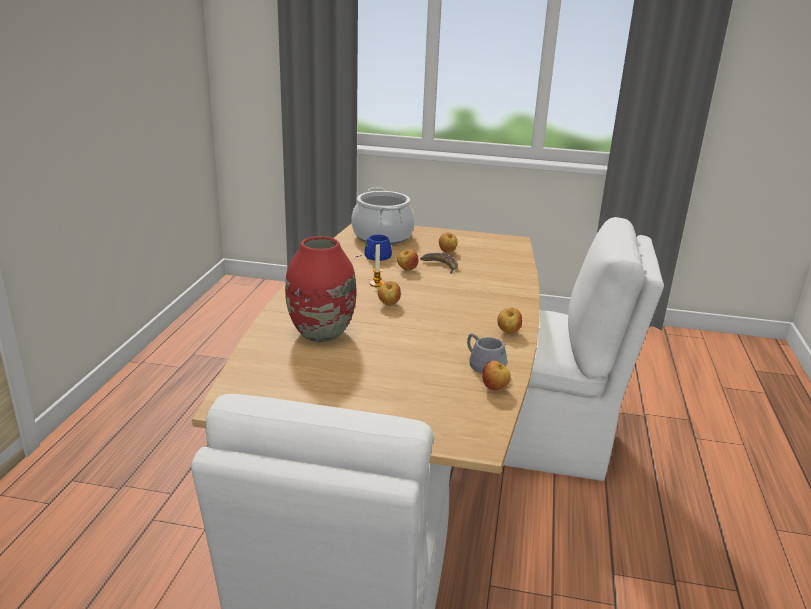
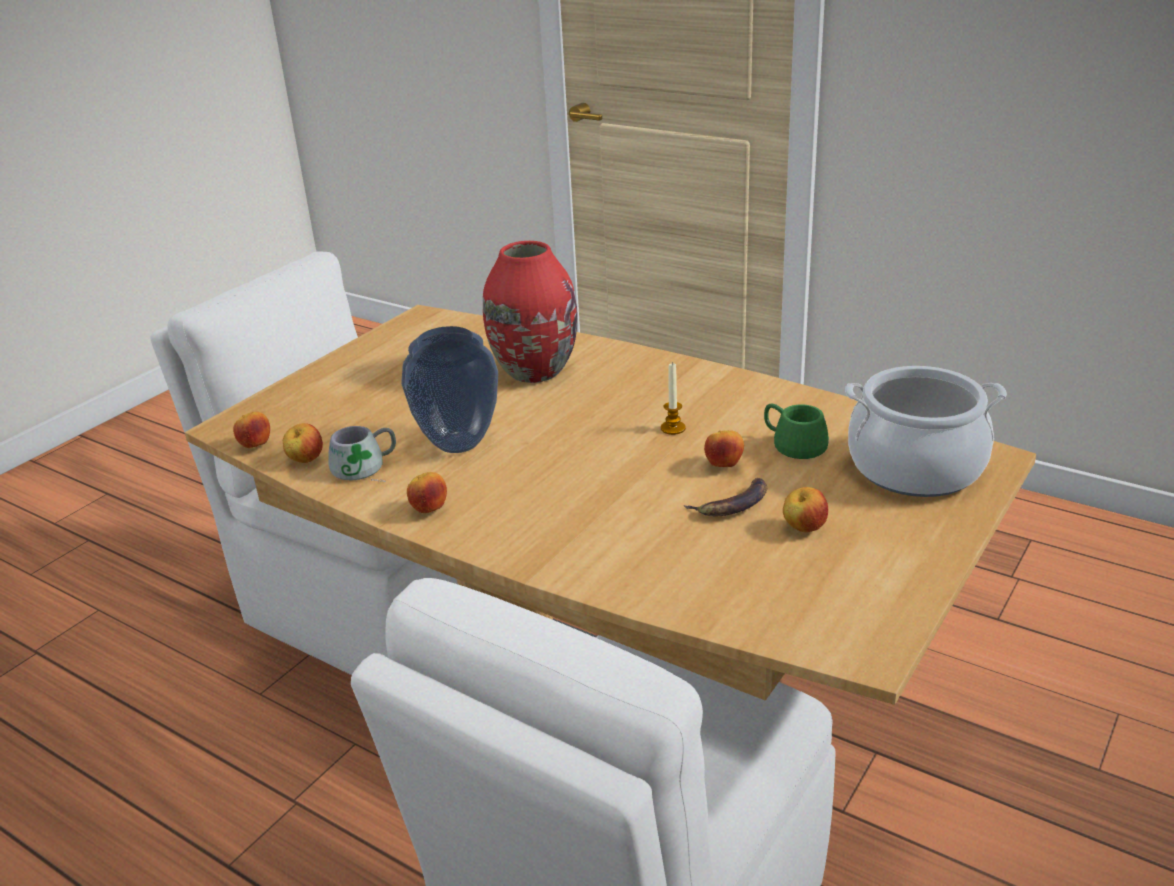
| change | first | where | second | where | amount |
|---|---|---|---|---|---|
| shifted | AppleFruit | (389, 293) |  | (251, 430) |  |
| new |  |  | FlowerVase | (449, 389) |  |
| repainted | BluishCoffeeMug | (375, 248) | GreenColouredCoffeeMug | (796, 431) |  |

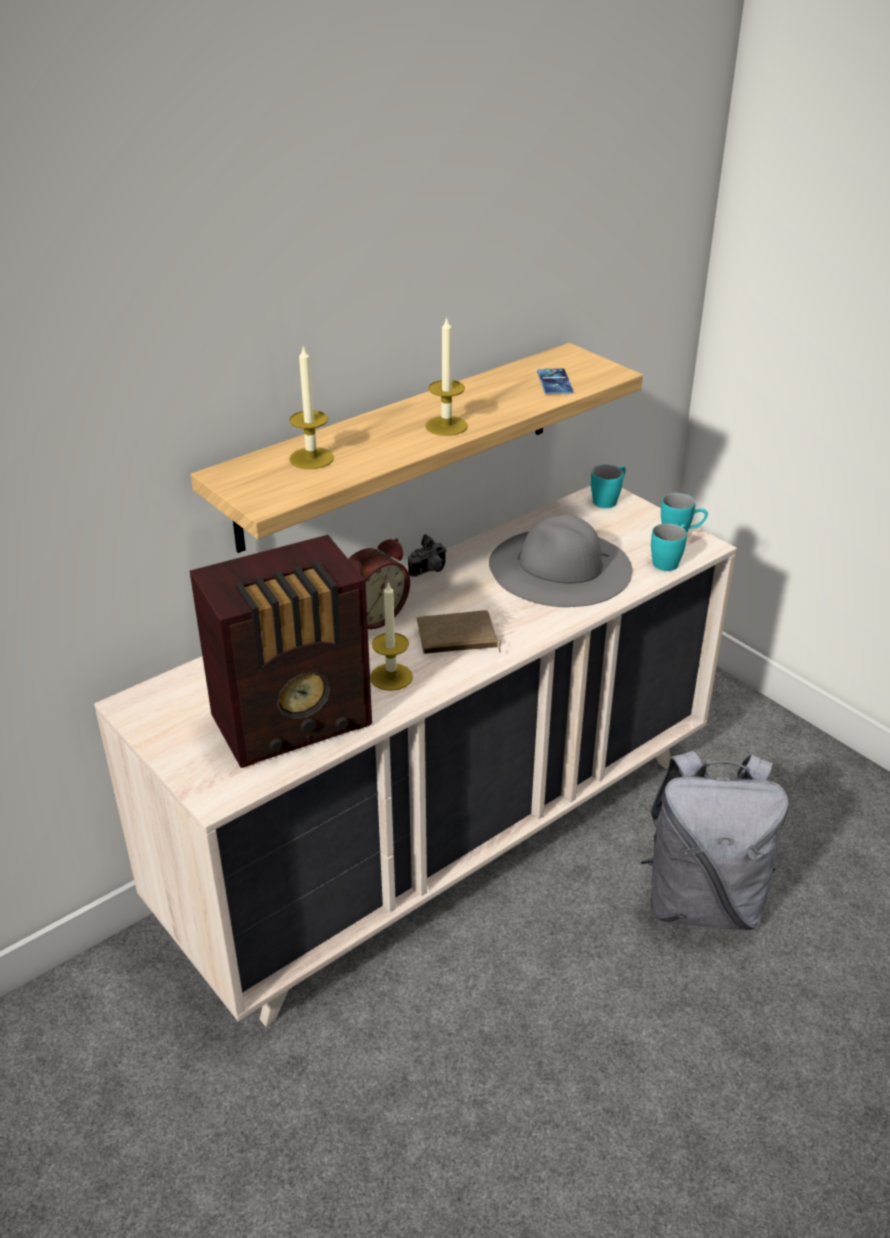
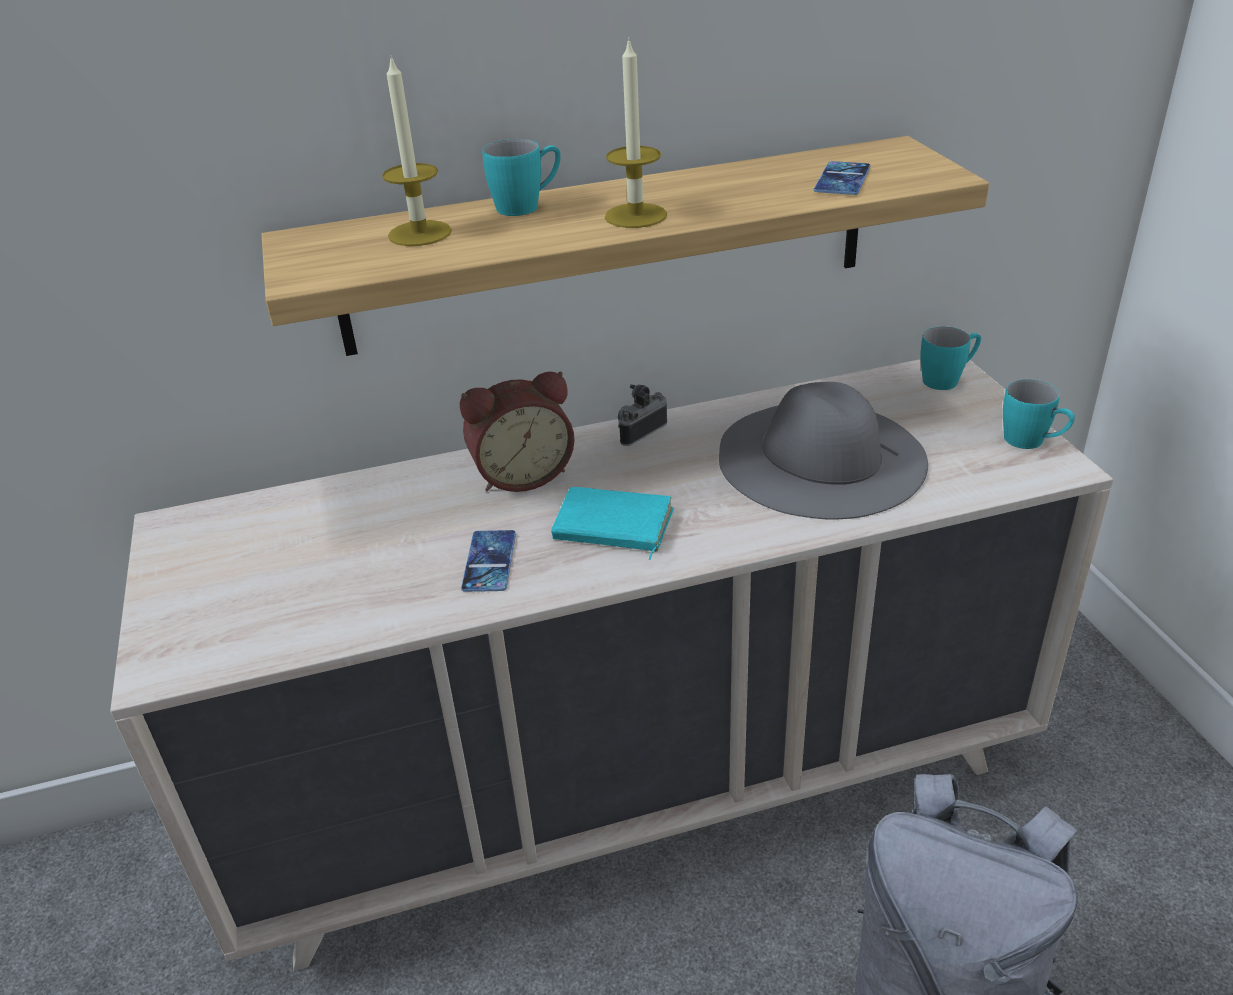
| change | first | where | second | where | amount |
|---|---|---|---|---|---|
| swapped | WaxCandle | (391, 636) | Handset | (488, 561) |  |
| shifted | TurquoiseCoffeeMug | (669, 547) |  | (521, 177) |  |
| repainted | BrownColouredVolume | (458, 632) | TurquoiseVolume | (612, 523) |  |
| rotated | PhotoCamera | (427, 555) |  | (642, 415) | 150 degrees clockwise |
| gone | RadioReceiver | (281, 651) |  |  |  |

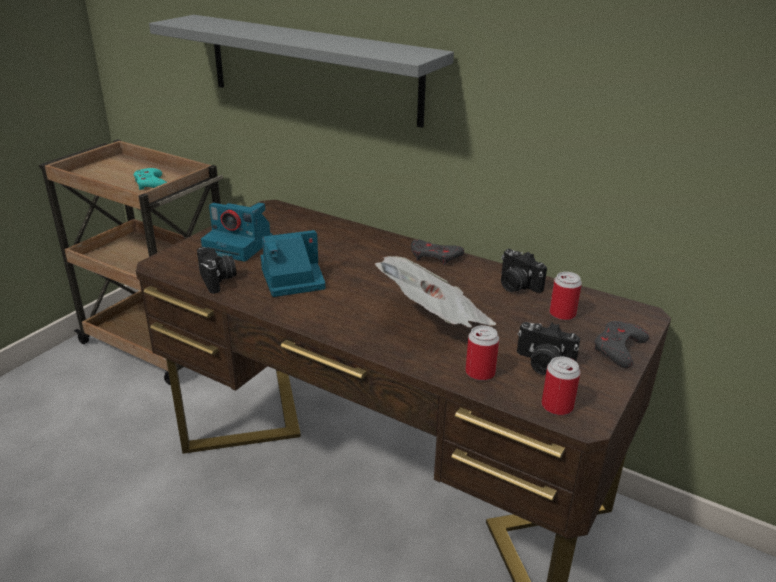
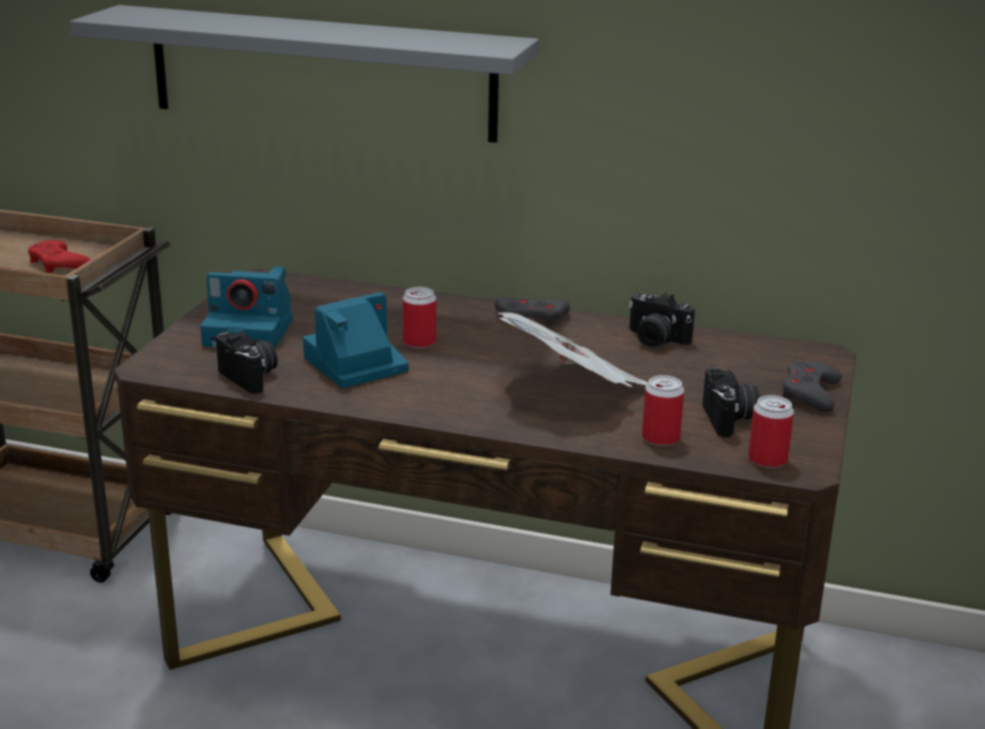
| change | first | where | second | where | amount |
|---|---|---|---|---|---|
| repainted | TurquoiseGamepad | (150, 179) | RedGamepad | (59, 256) |  |
| shifted | MetalCan | (566, 296) |  | (419, 317) |  |
| rotated | PhotoCamera | (548, 348) |  | (731, 401) | 105 degrees counterclockwise |

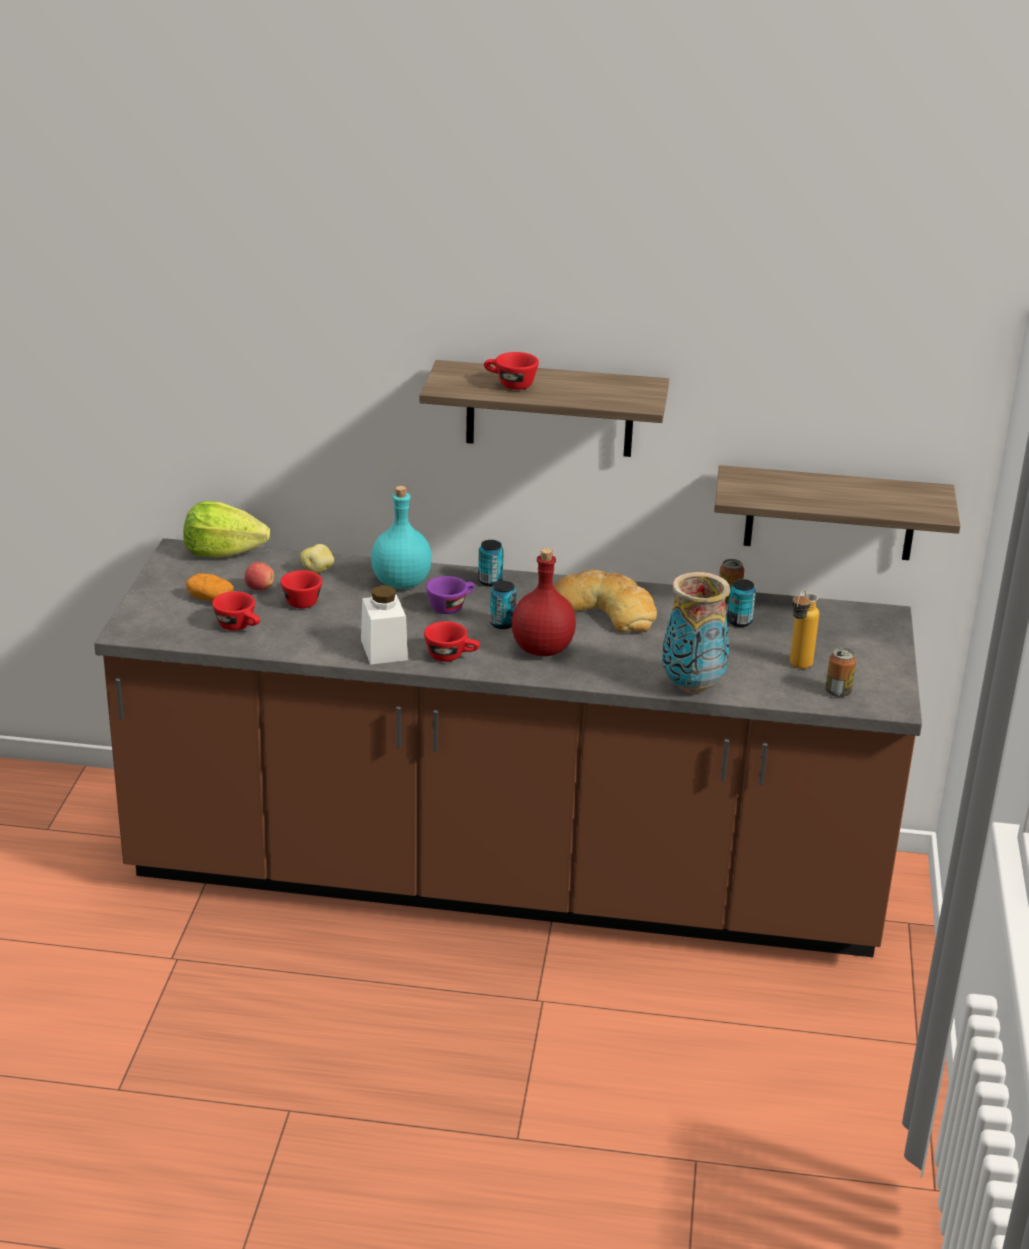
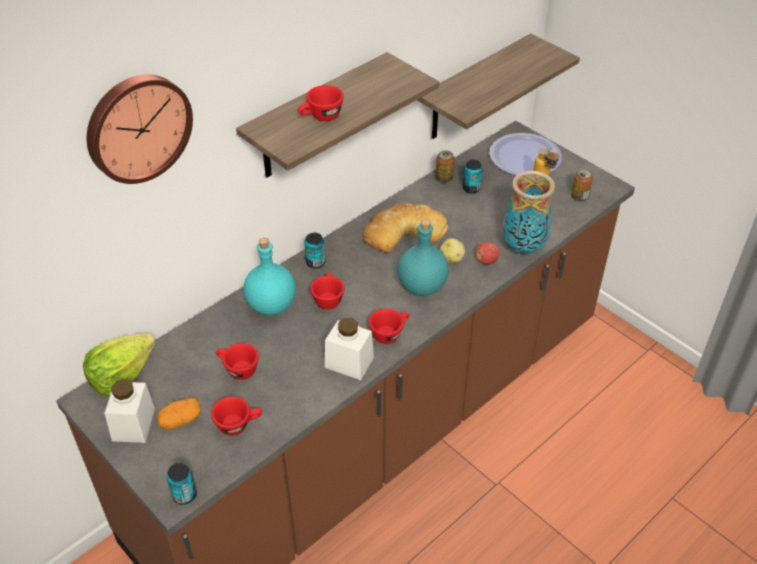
| change | first | where | second | where | amount |
|---|---|---|---|---|---|
| new |  |  | HangingClock | (140, 129) |  |
| new |  |  | WhitePreserveJar | (129, 411) |  |
| shifted | MetalCan | (503, 605) |  | (182, 484) |  |
| repainted | PurpleSmallCup | (450, 595) | RedSmallCup | (327, 290) |  |
| repainted | RedDrinkBottle | (543, 602) | TurquoiseDrinkBottle | (423, 257) |  |
| shifted | WholePotato | (317, 558) |  | (452, 250) |  |
| shifted | AppleFruit | (259, 576) |  | (488, 253) |  |
| new |  |  | Plate | (525, 154) |  |

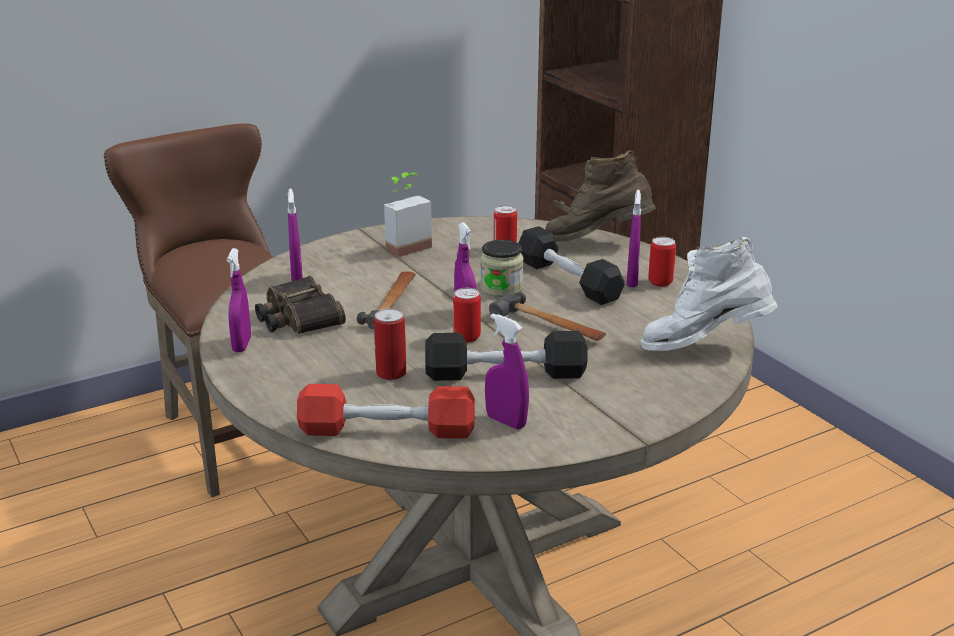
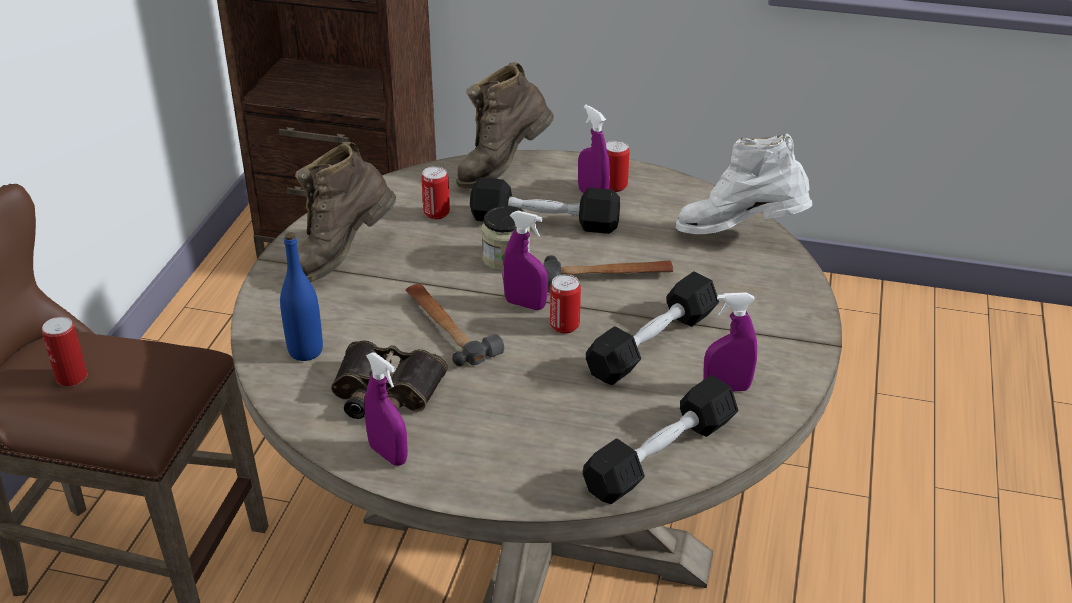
| change | first | where | second | where | amount |
|---|---|---|---|---|---|
| shifted | MetalCan | (390, 344) |  | (64, 351) |  |
| swapped | PurpleSprayer | (295, 234) | BluishDrinkBottle | (301, 297) |  |
| swapped | Houseplant | (408, 215) | BrownColouredBoot | (345, 212) |  |
| repainted | RedHandWeight | (386, 411) | BlackHandWeight | (660, 439) |  |
| rotated | WhiteBoot | (709, 293) |  | (744, 183) | 60 degrees clockwise |

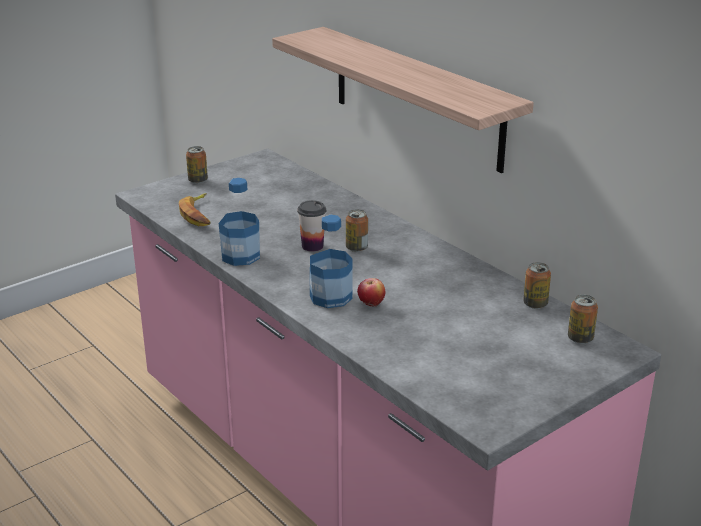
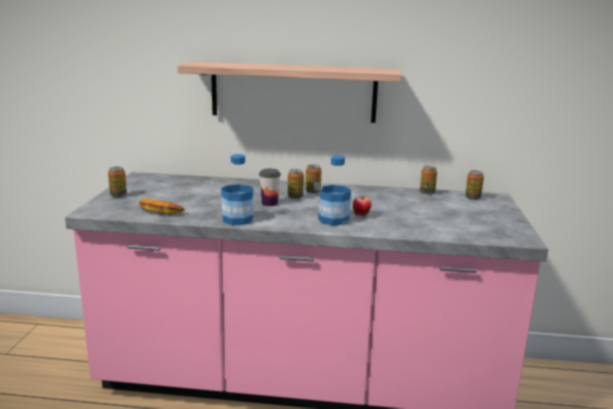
| change | first | where | second | where | amount |
|---|---|---|---|---|---|
| new |  |  | MetalCan | (313, 179) |  |

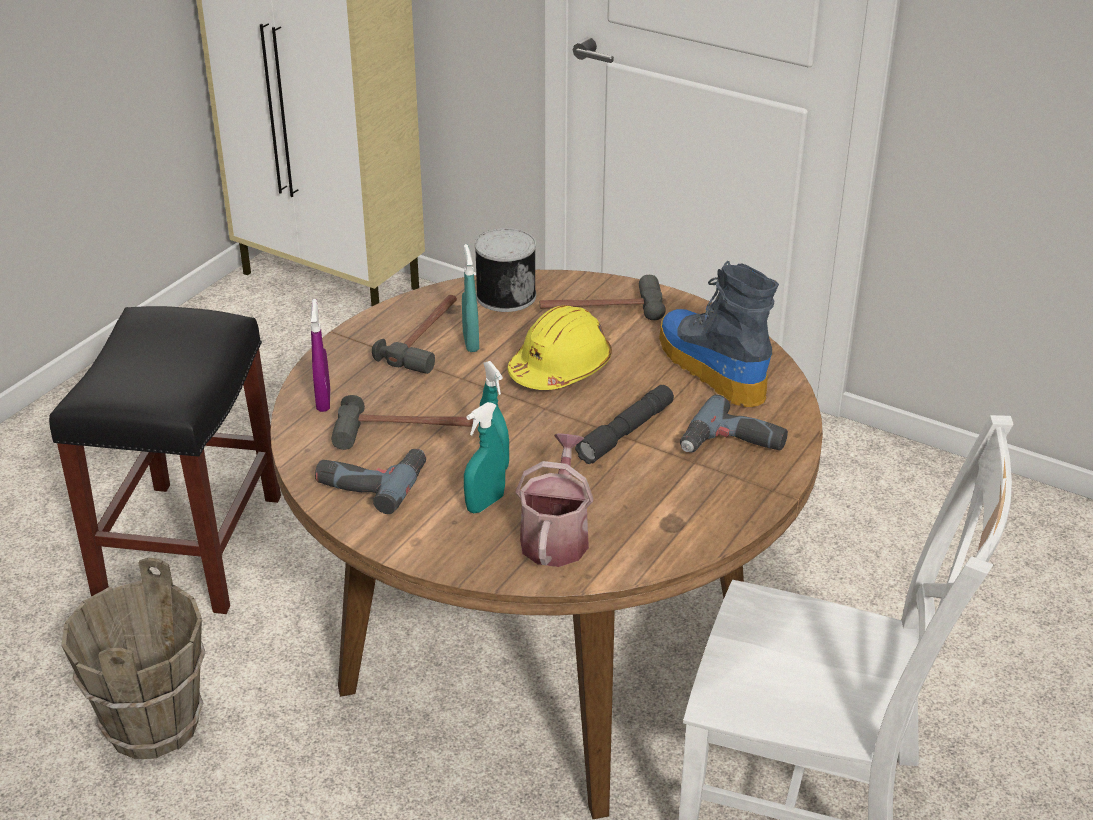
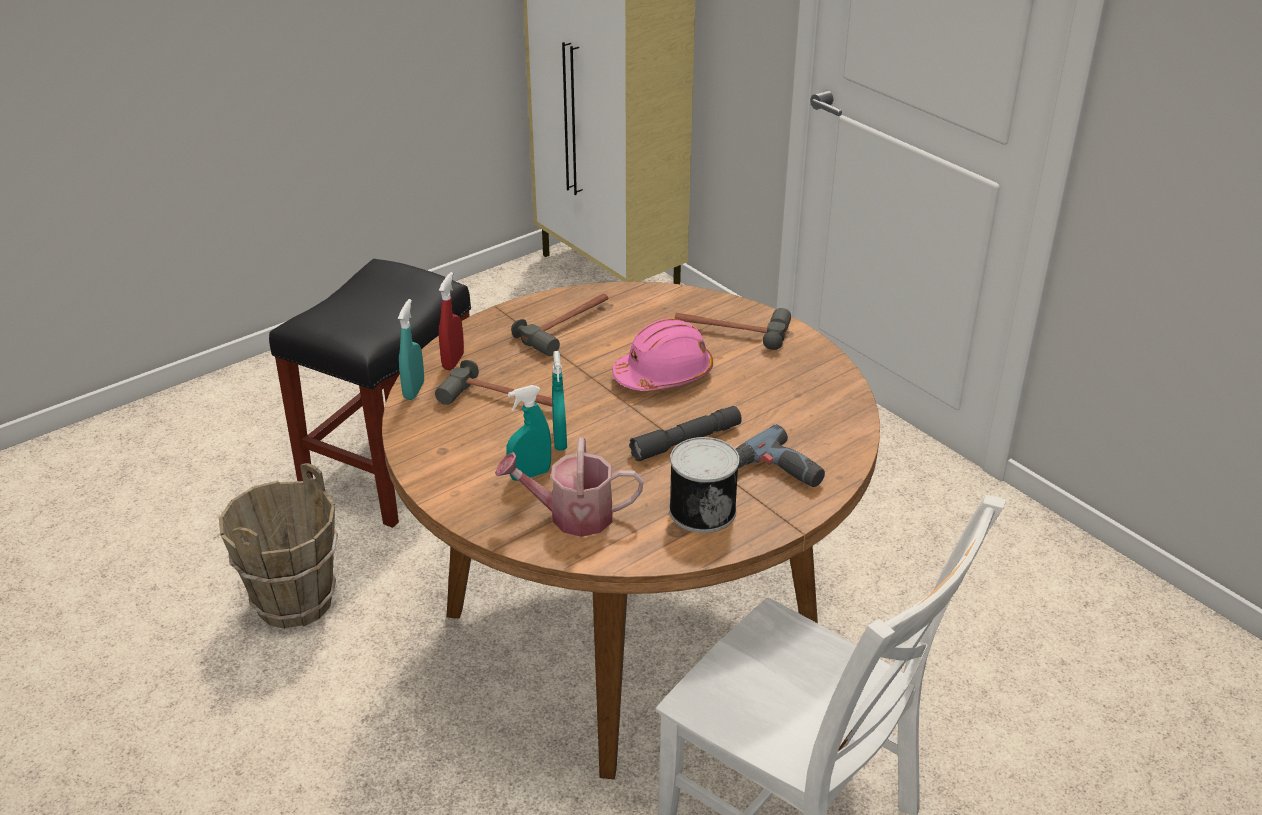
| change | first | where | second | where | amount |
|---|---|---|---|---|---|
| shifted | TurquoiseSprayer | (470, 298) |  | (411, 349) |  |
| repainted | PurpleSprayer | (320, 355) | RedSprayer | (451, 321) |  |
| rotated | WateringCan | (554, 500) |  | (569, 487) | 120 degrees counterclockwise |
| repainted | YellowishHardHat | (560, 347) | PinkishHardHat | (662, 354) |  |
| shifted | MetalCan | (505, 270) |  | (704, 485) |  |
| gone | Drill | (370, 481) |  |  |  |
| gone | Boot | (719, 334) |  |  |  |

